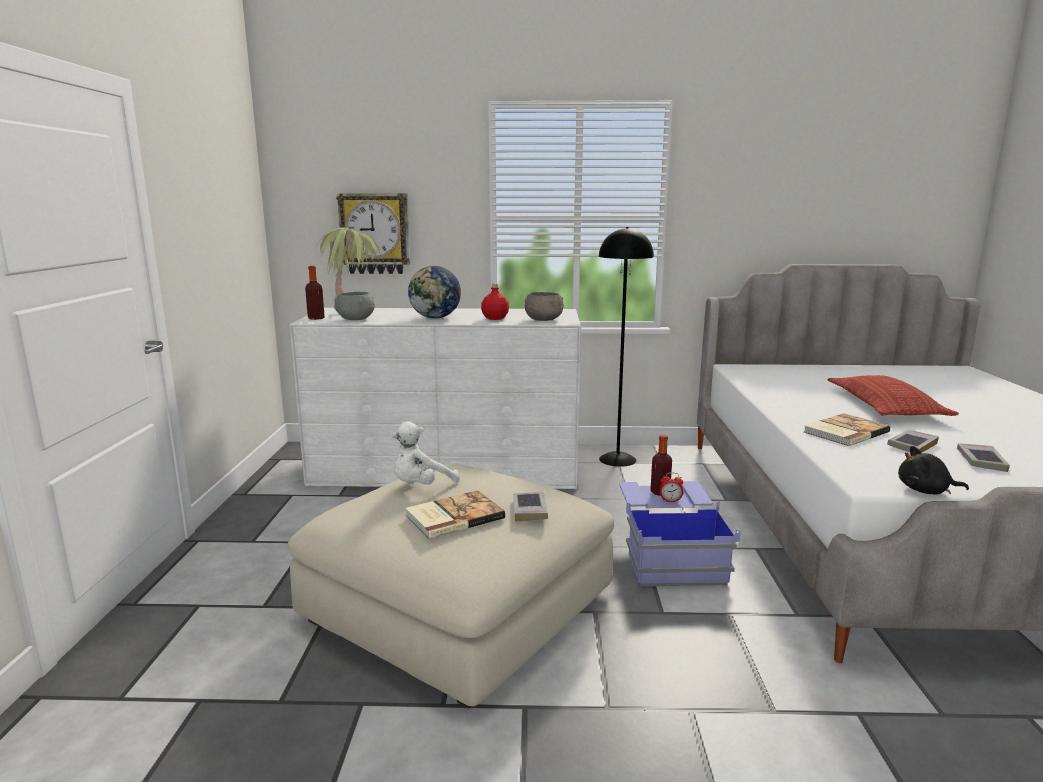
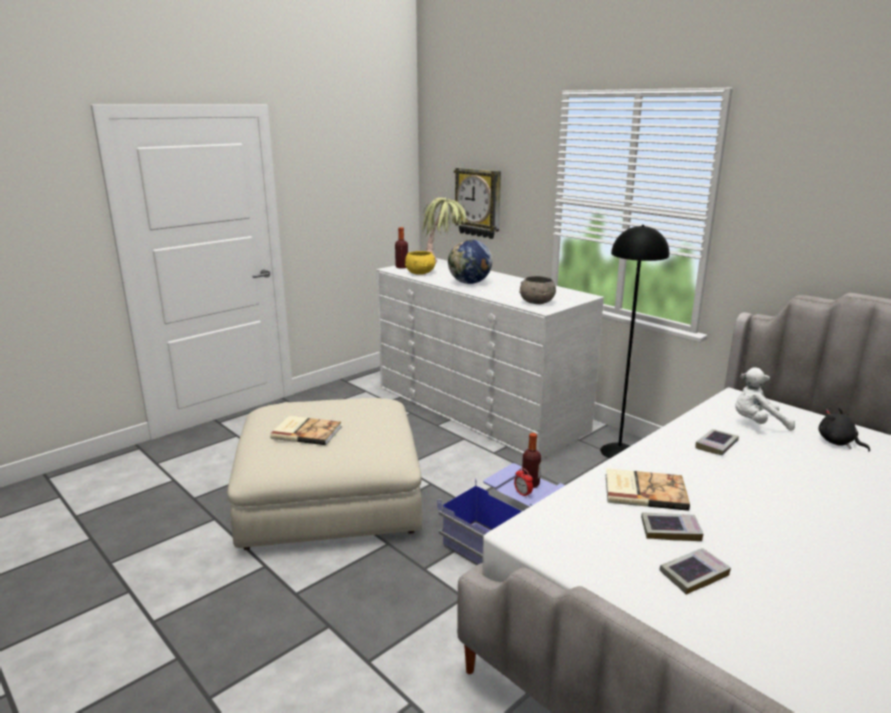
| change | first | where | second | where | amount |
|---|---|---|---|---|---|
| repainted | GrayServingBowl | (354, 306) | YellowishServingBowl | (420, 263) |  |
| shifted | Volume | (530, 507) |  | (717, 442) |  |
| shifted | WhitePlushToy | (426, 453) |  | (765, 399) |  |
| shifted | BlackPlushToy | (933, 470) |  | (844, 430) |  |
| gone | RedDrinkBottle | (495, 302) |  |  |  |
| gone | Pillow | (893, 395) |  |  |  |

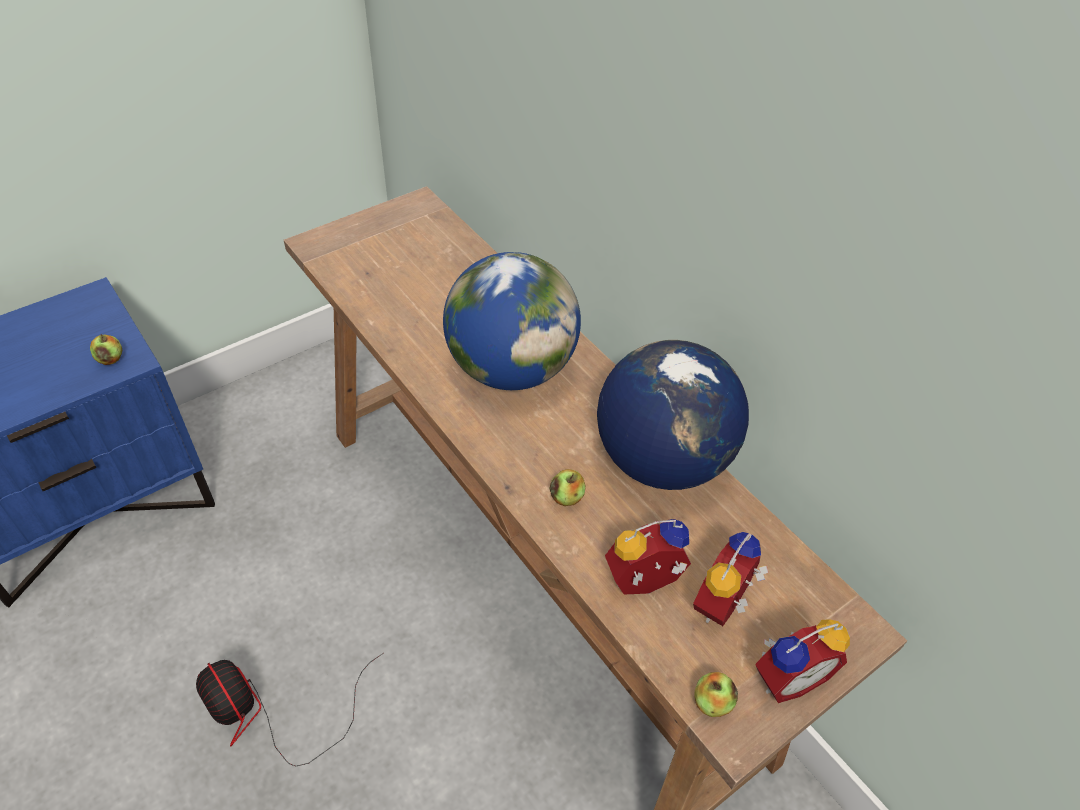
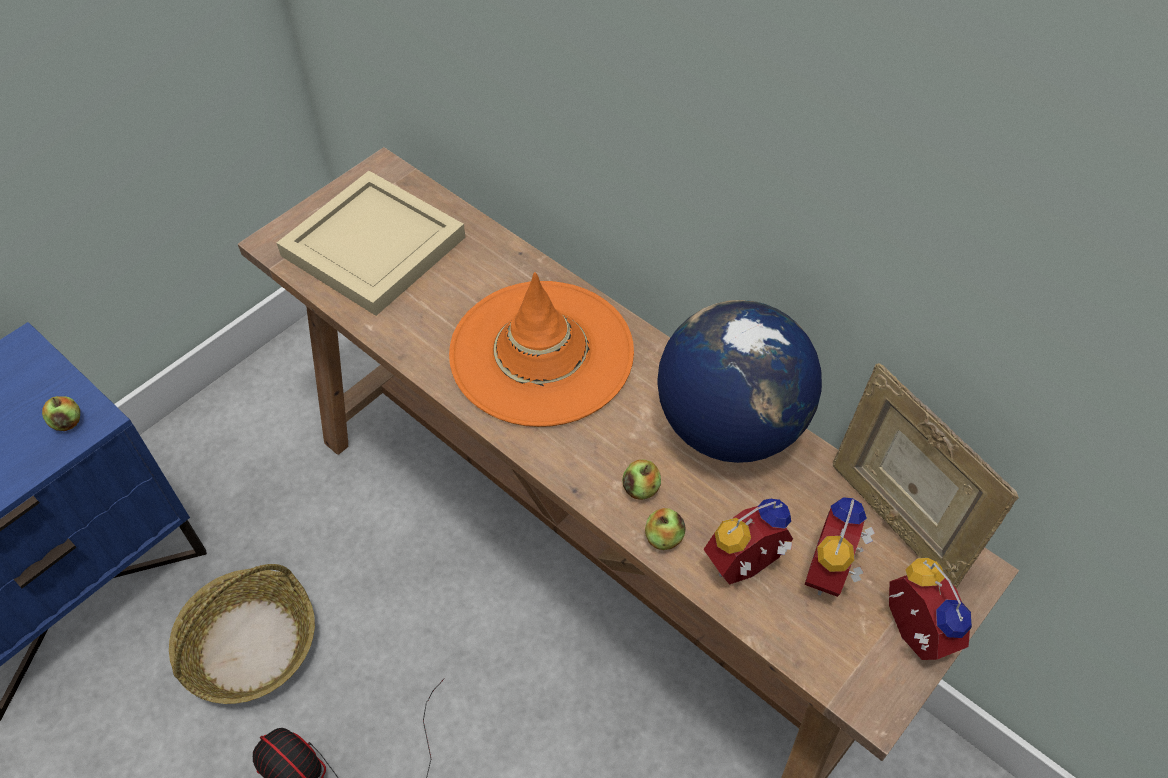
| change | first | where | second | where | amount |
|---|---|---|---|---|---|
| new |  |  | StorageBasket | (242, 634) |  |
| new |  |  | BeigeServingTray | (371, 243) |  |
| swapped | WorldGlobe | (512, 321) | OrangeColouredWearableHat | (541, 349) |  |
| shifted | AppleFruit | (716, 694) |  | (665, 529) |  |
| new |  |  | PhotoFrame | (926, 476) |  |
| rotated | TableClock | (802, 661) |  | (930, 609) | 75 degrees counterclockwise |

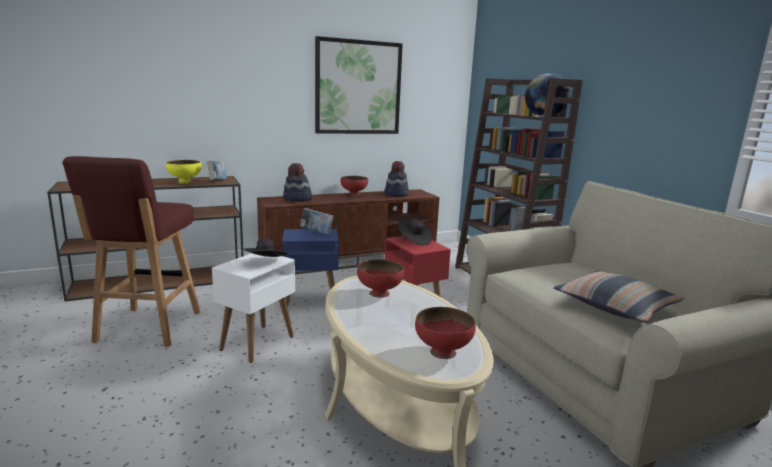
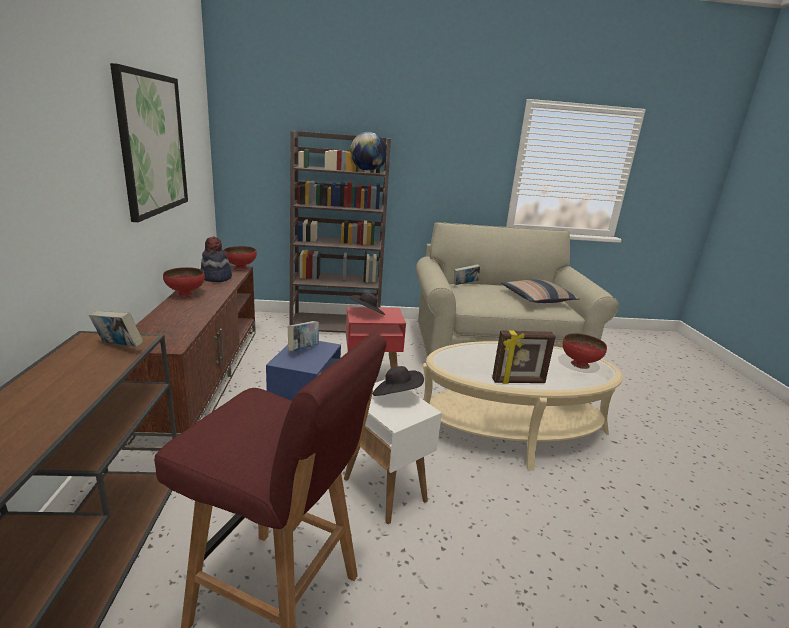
| change | first | where | second | where | amount |
|---|---|---|---|---|---|
| shifted | RedServingBowl | (380, 278) |  | (240, 258) |  |
| new |  |  | Volume | (467, 274) |  |
| new |  |  | PhotoFrame | (524, 357) |  |
| gone | YellowishServingBowl | (184, 171) |  |  |  |
| gone | WearableHat | (297, 182) |  |  |  |

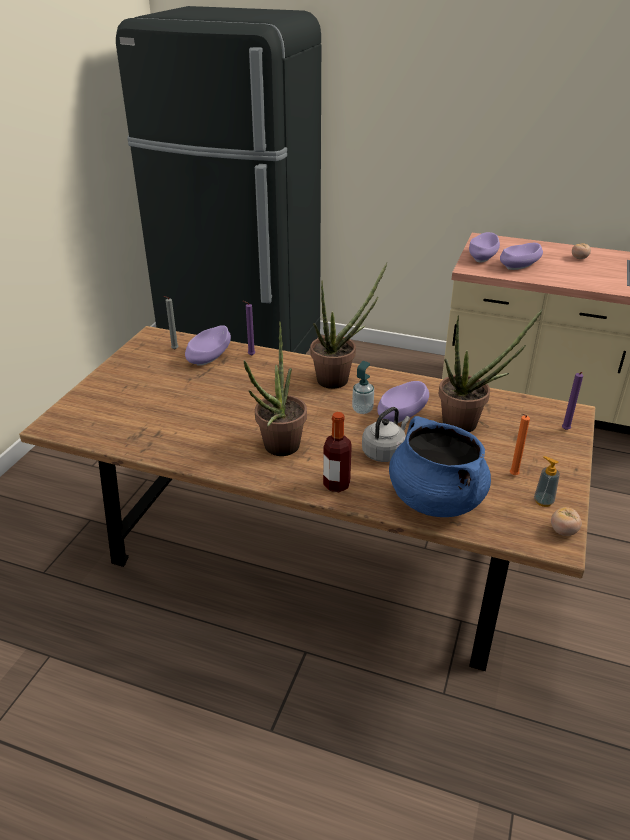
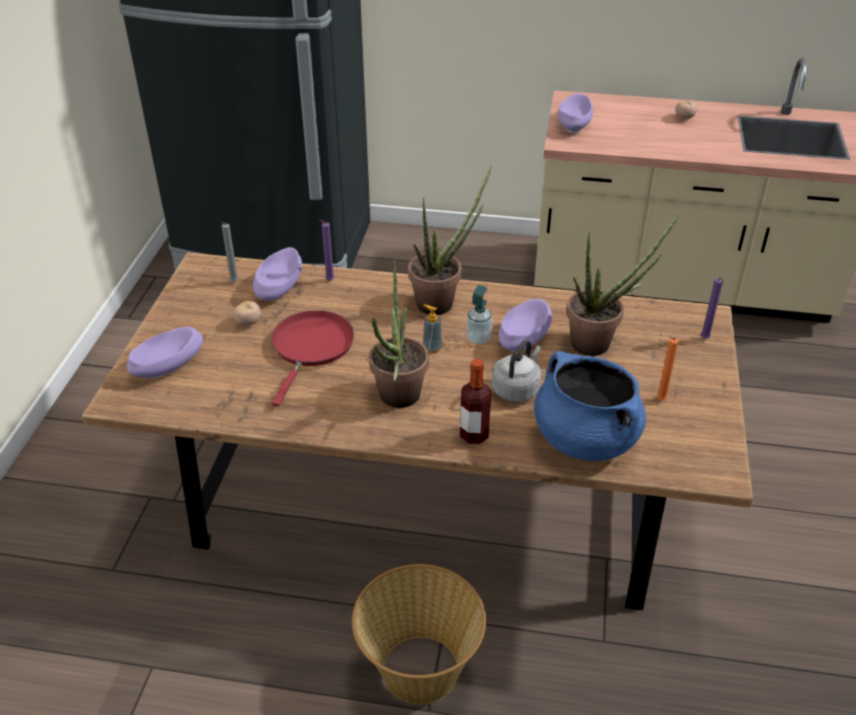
| change | first | where | second | where | amount |
|---|---|---|---|---|---|
| shifted | PurpleServingBowl | (521, 256) |  | (165, 353) |  |
| shifted | Tomato | (566, 521) |  | (247, 313) |  |
| new |  |  | RedPan | (312, 358) |  |
| new |  |  | StorageBasket | (419, 634) |  |
| shifted | SoapBottle | (547, 481) |  | (432, 329) |  |

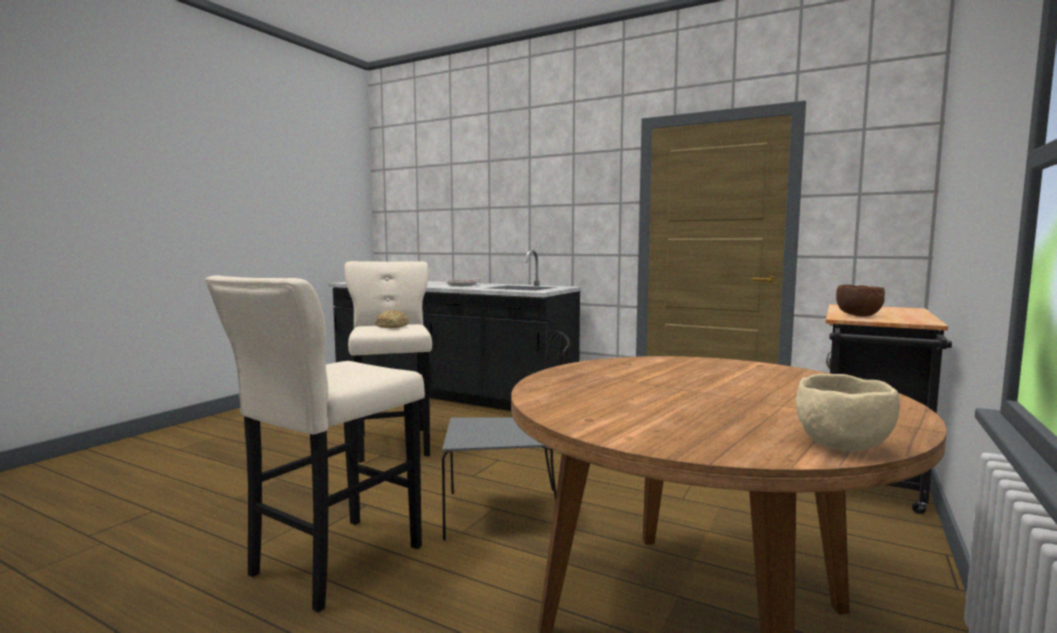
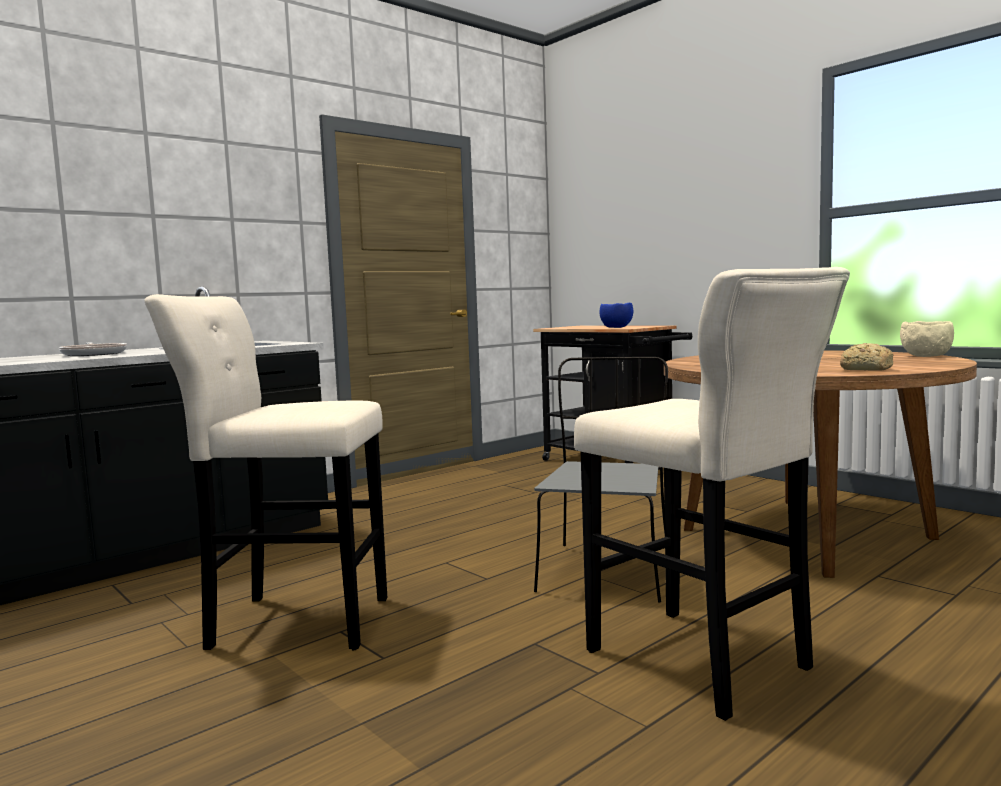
| change | first | where | second | where | amount |
|---|---|---|---|---|---|
| repainted | BrownColouredServingBowl | (860, 301) | BluishServingBowl | (616, 315) |  |
| shifted | BakedBread | (392, 319) |  | (867, 357) |  |

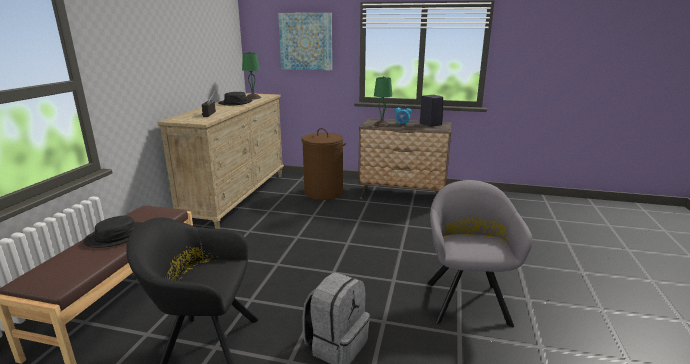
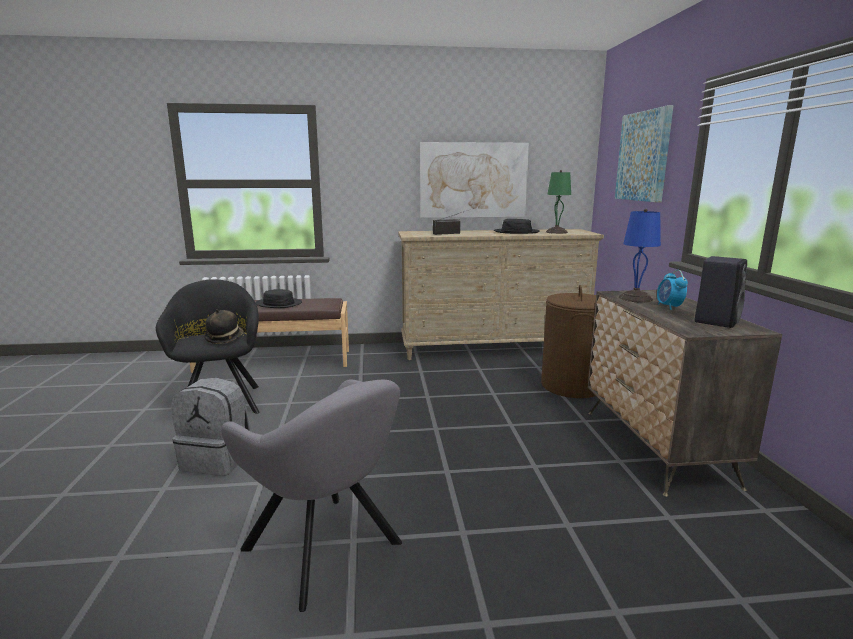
| change | first | where | second | where | amount |
|---|---|---|---|---|---|
| new |  |  | WearableHat | (223, 326) |  |
| rotated | GrayArmchair | (480, 253) |  | (311, 495) | 60 degrees clockwise |
| new |  |  | WallPicture | (474, 180) |  |
| repainted | GreenColouredTableLamp | (383, 101) | BluishTableLamp | (640, 256) |  |

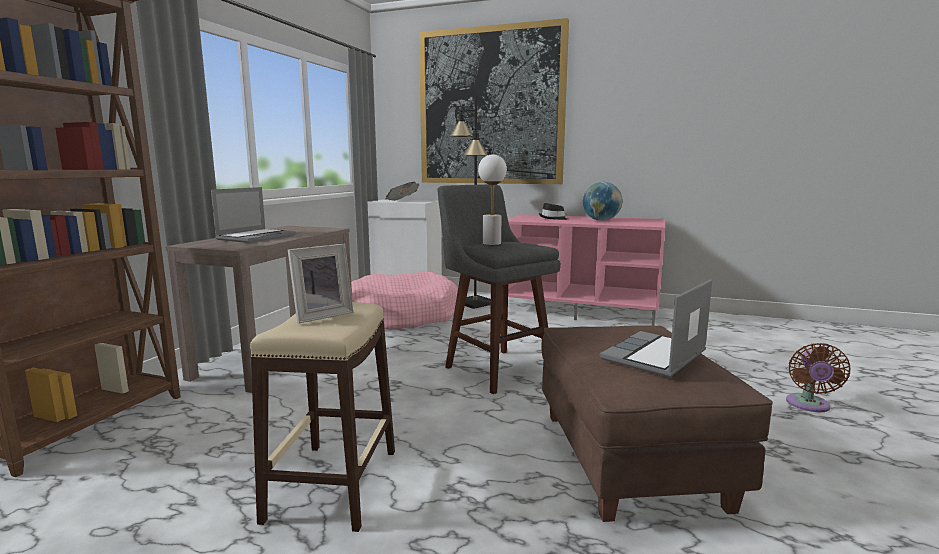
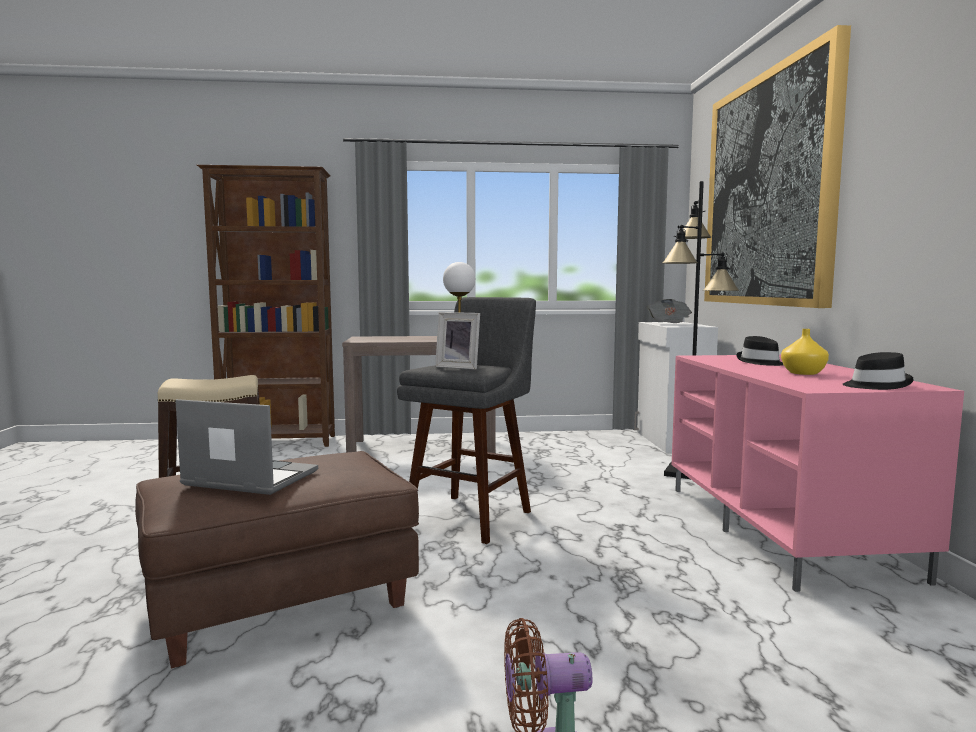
| change | first | where | second | where | amount |
|---|---|---|---|---|---|
| shifted | PhotoFrame | (320, 284) |  | (457, 341) |  |
| swapped | WorldGlobe | (603, 201) | YellowishFlowerVase | (805, 352) |  |
| new |  |  | BlackWearableHat | (878, 371) |  |
| gone | Laptop | (253, 215) |  |  |  |
| gone | PinkishDogBed | (404, 300) |  |  |  |

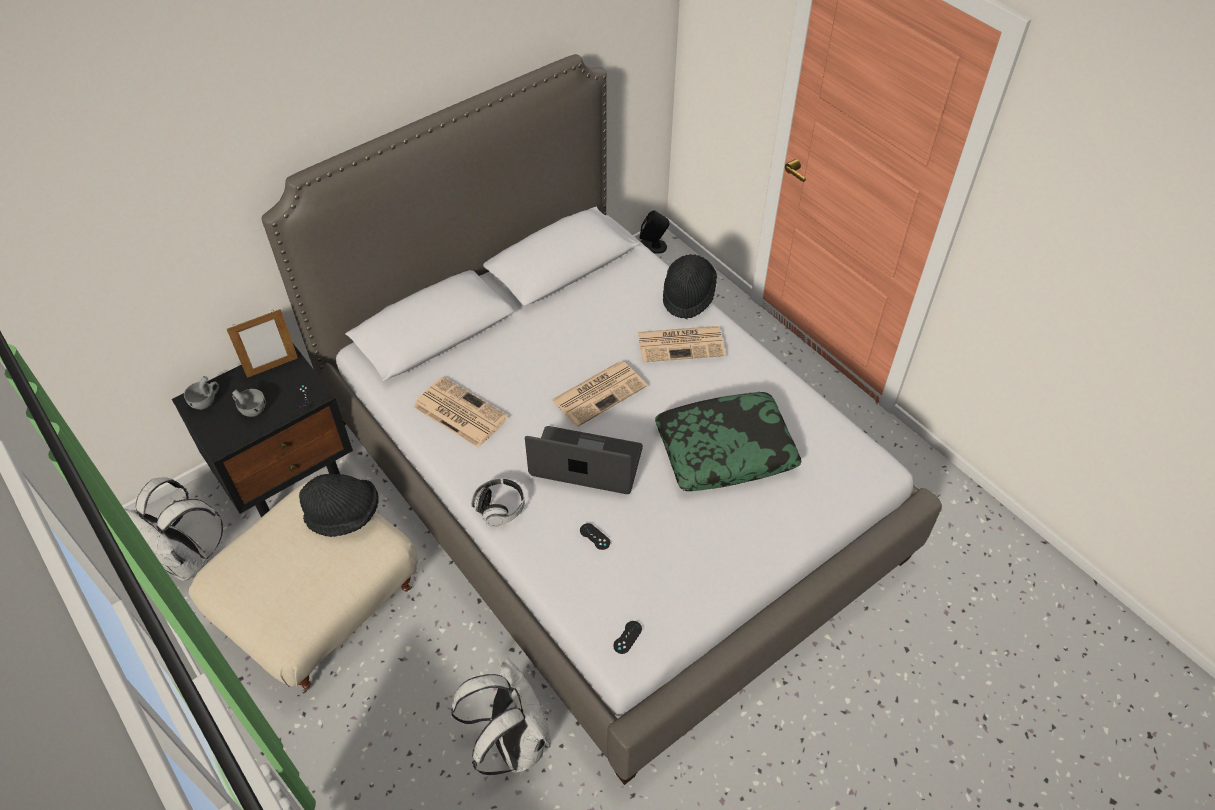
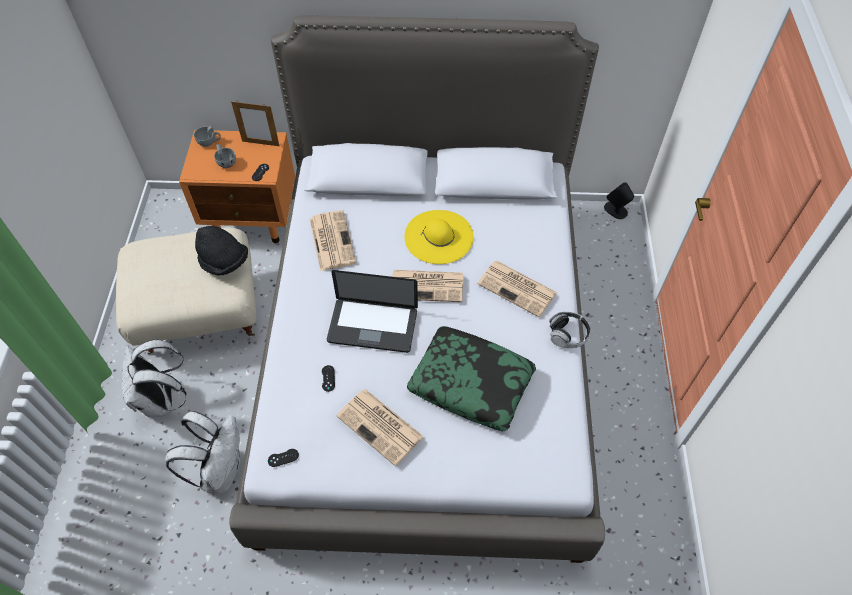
| change | first | where | second | where | amount |
|---|---|---|---|---|---|
| shifted | WhiteKnapsack | (174, 529) |  | (154, 378) |  |
| repainted | BlackNightTable | (262, 430) | OrangeColouredNightTable | (237, 186) |  |
| rotated | Laptop | (584, 460) |  | (372, 311) | 135 degrees clockwise |
| new |  |  | PrintedPaper | (380, 427) |  |
| new |  |  | YellowishWearableHat | (439, 237) |  |
| shifted | PairOfHeadphones | (497, 502) |  | (570, 330) |  |
| gone | BlackWearableHat | (690, 286) |  |  |  |

